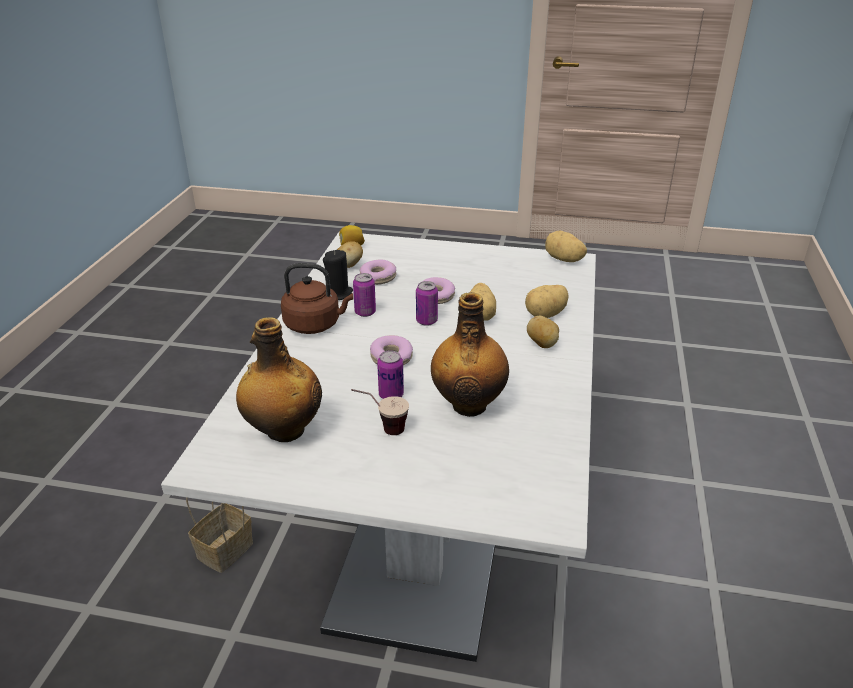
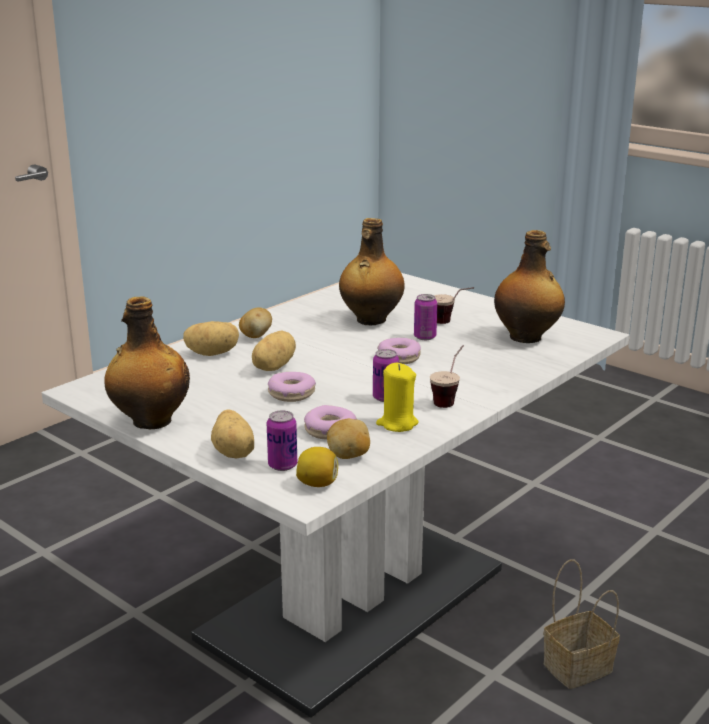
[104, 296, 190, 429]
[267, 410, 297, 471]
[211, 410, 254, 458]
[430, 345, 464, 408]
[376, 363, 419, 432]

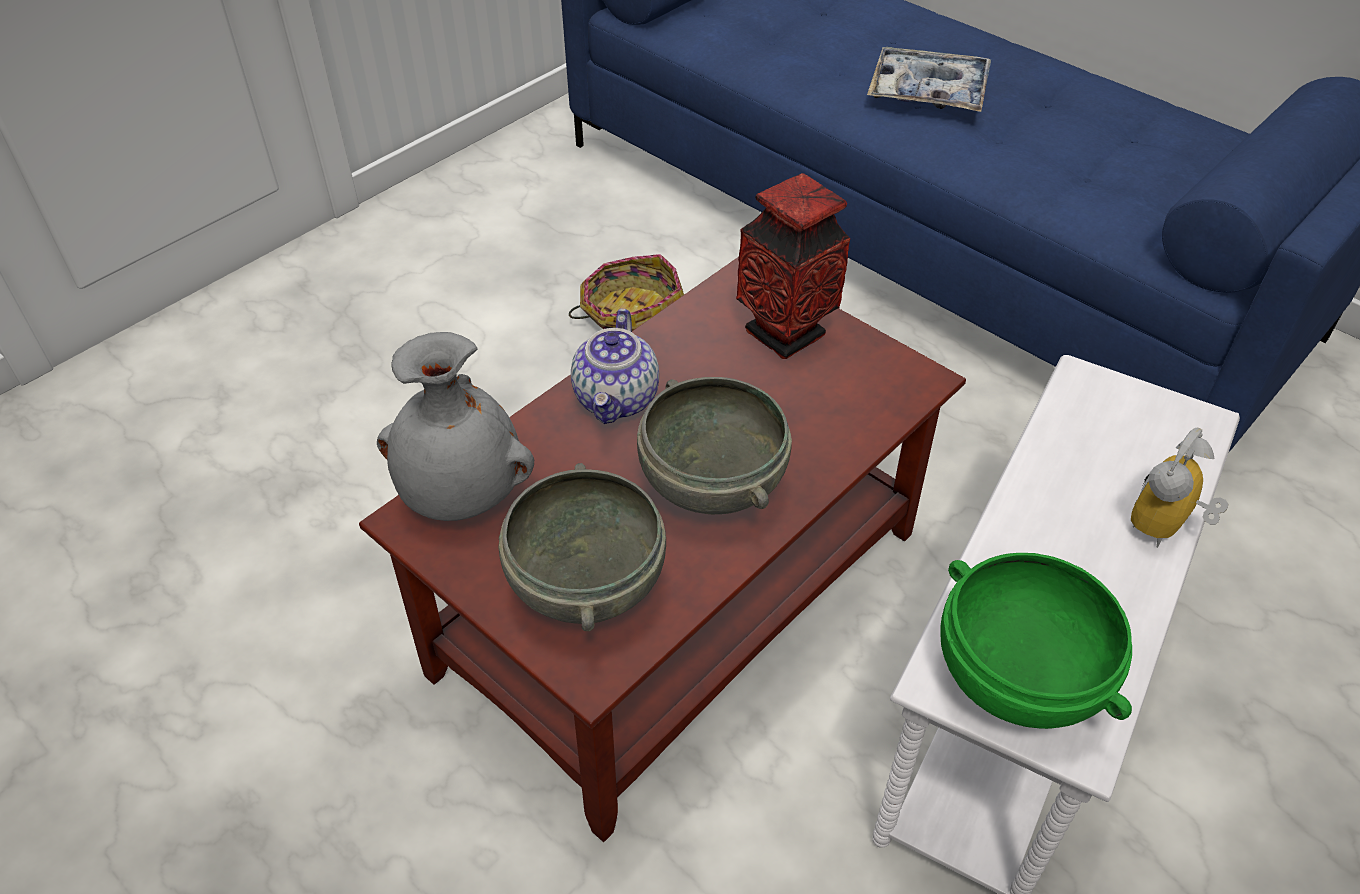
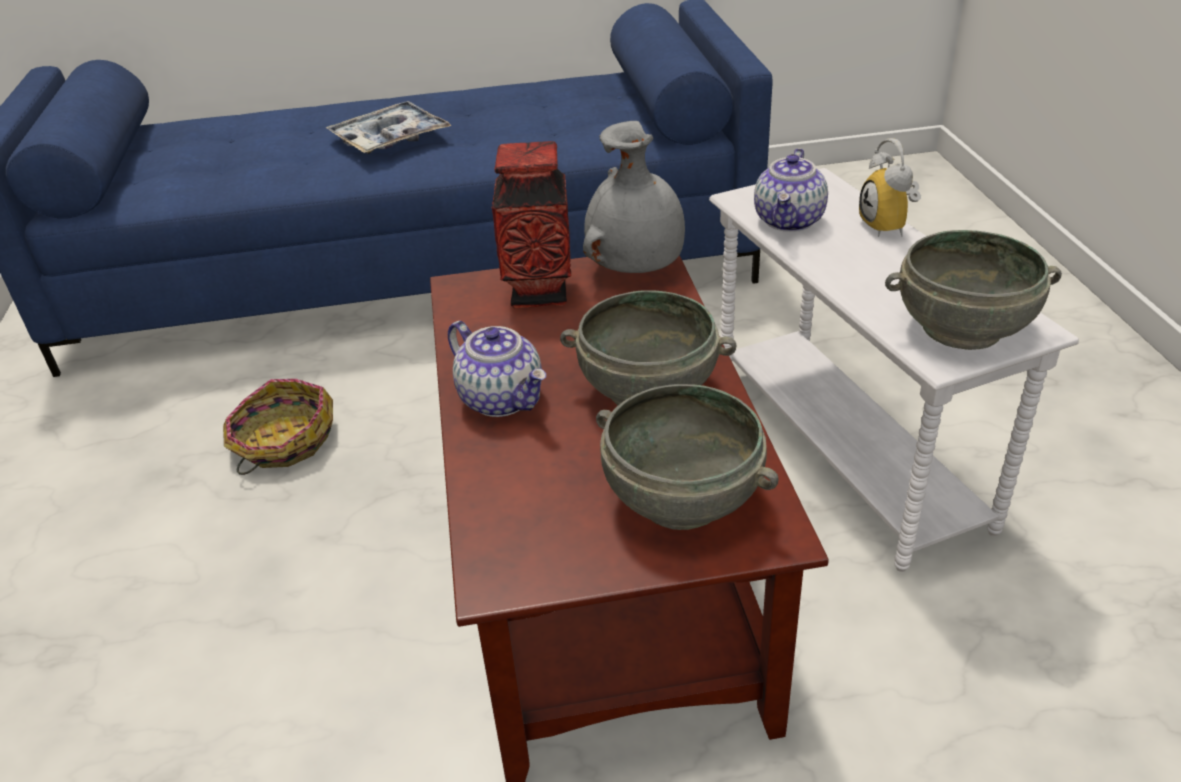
[754, 148, 828, 232]
[583, 121, 685, 273]
[885, 230, 1062, 350]

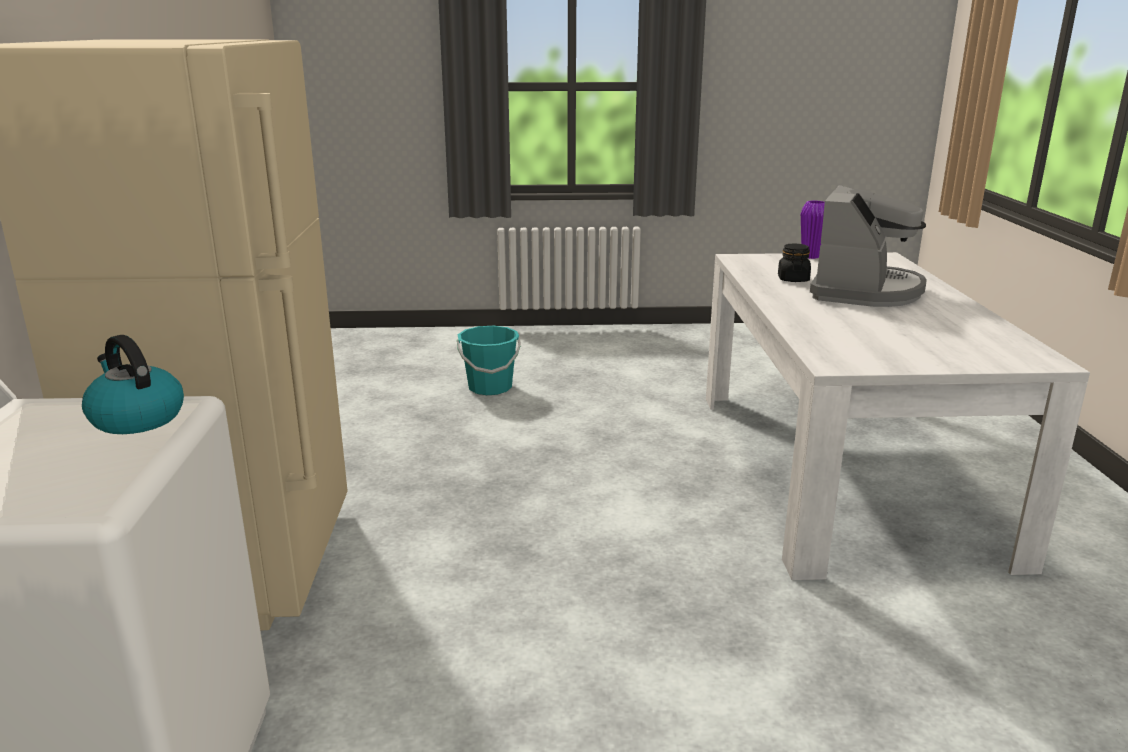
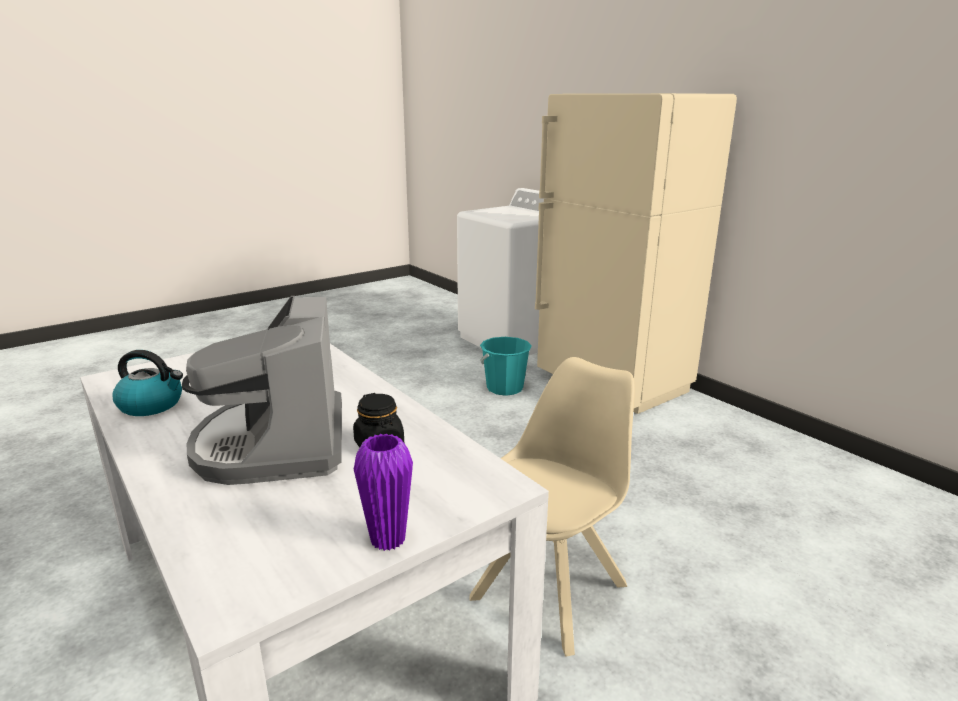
[469, 357, 635, 657]
[112, 350, 183, 416]
[480, 337, 532, 396]

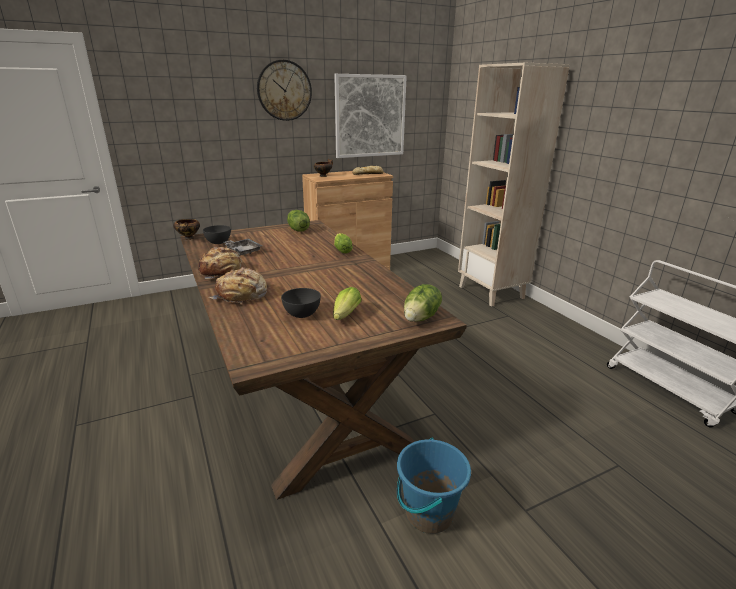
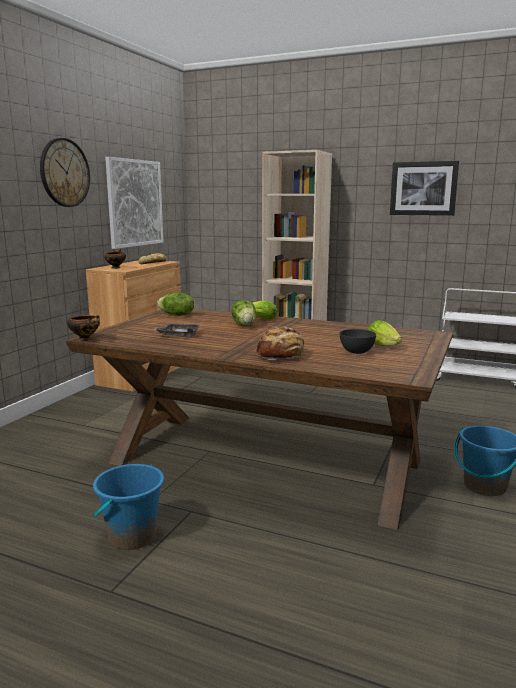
[198, 247, 242, 279] (first image)
[203, 225, 231, 244] (first image)
[93, 464, 164, 550]
[390, 161, 459, 216]
[232, 300, 256, 326]

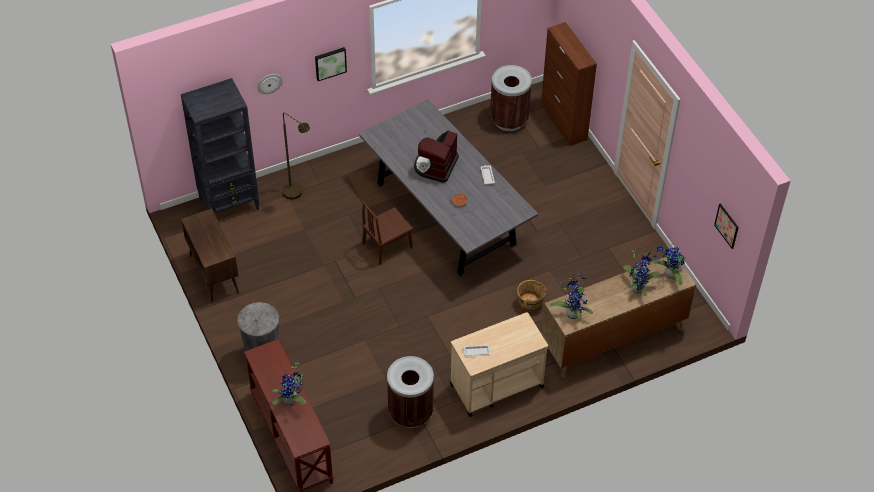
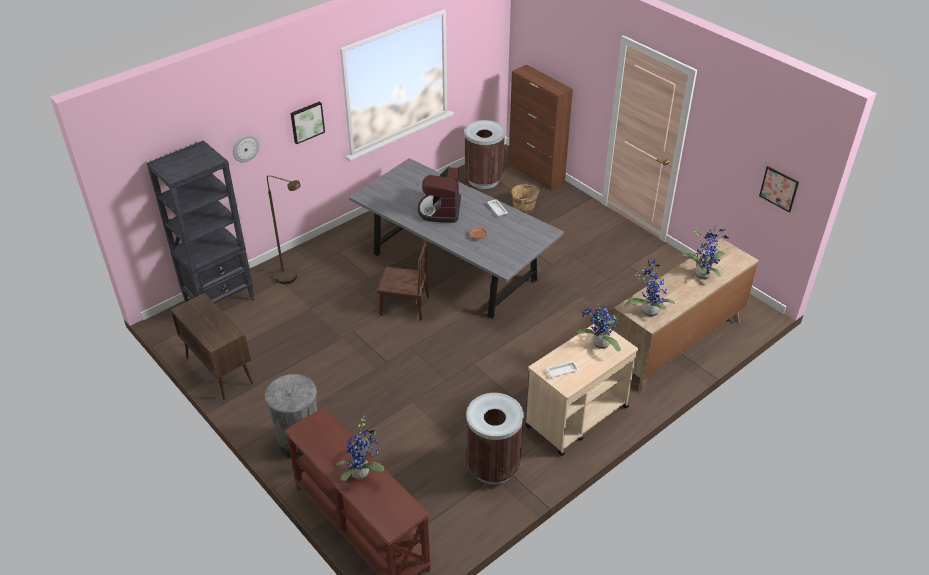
[511, 183, 539, 214]
[577, 304, 621, 352]
[377, 243, 429, 321]

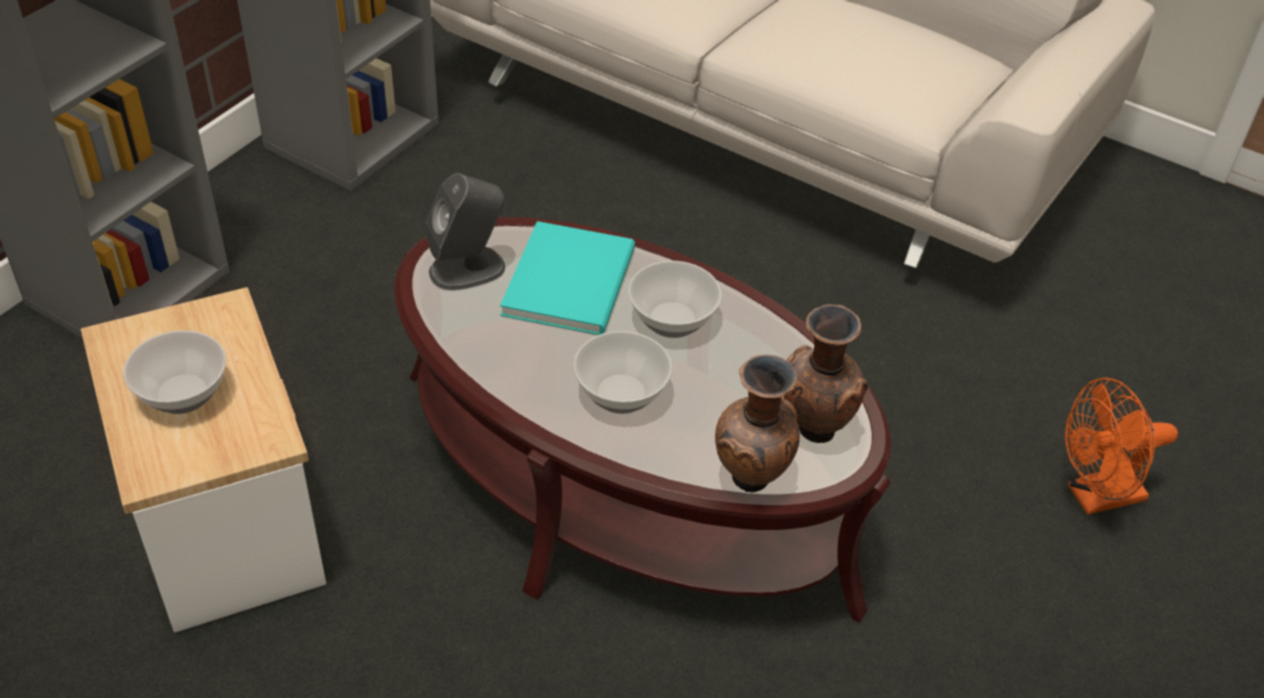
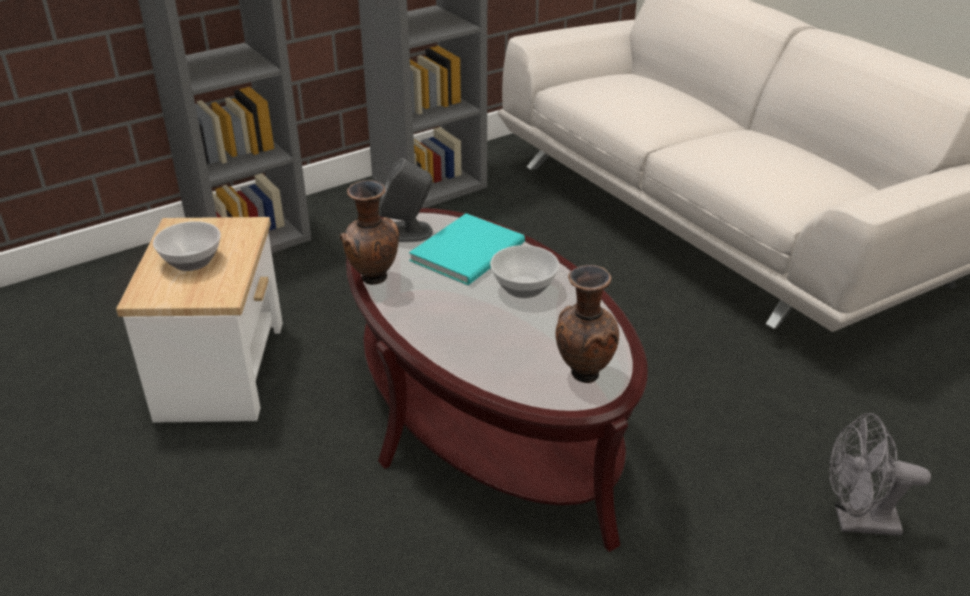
[573, 331, 672, 414] (first image)
[340, 180, 399, 285]
[830, 413, 931, 536]

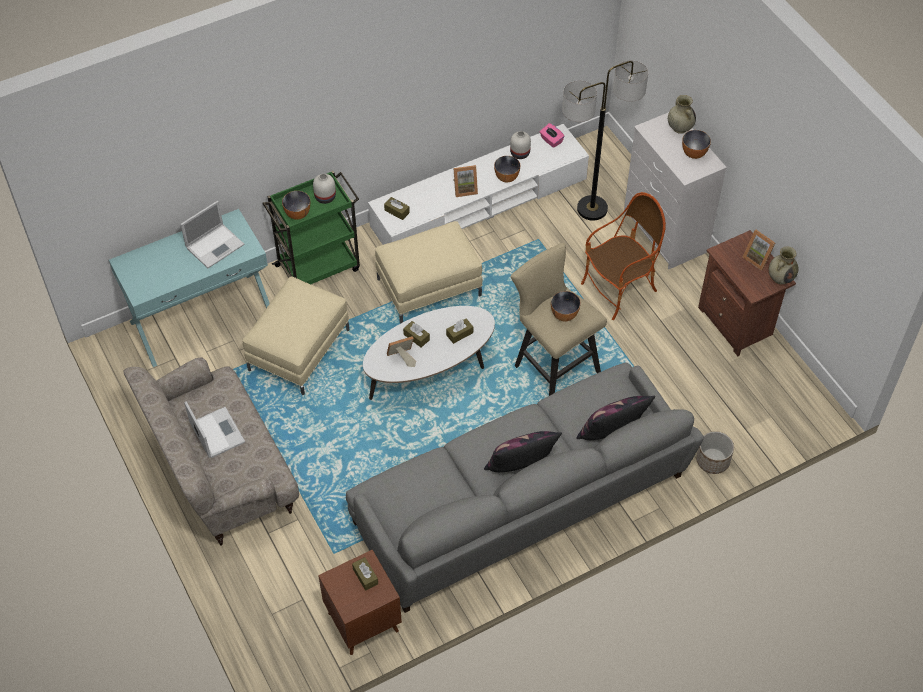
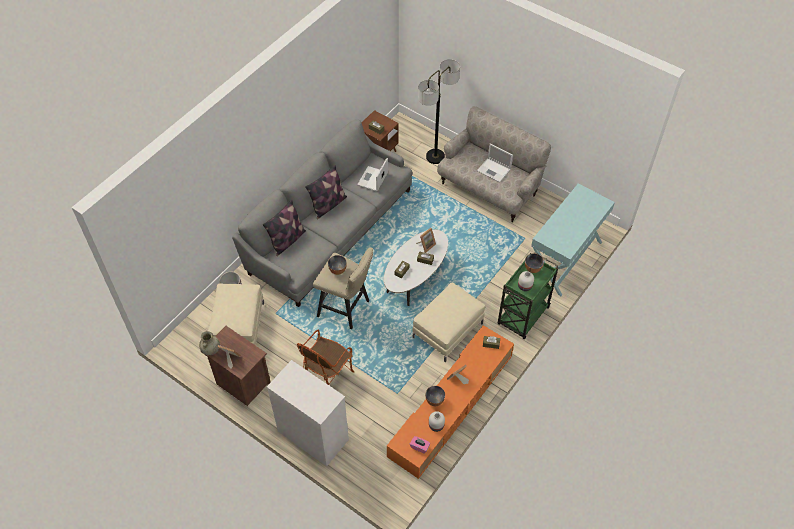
[668, 95, 696, 134] (first image)
[682, 130, 711, 159] (first image)
[357, 158, 388, 191]
[208, 283, 264, 346]
[418, 60, 460, 164]
[387, 326, 514, 479]

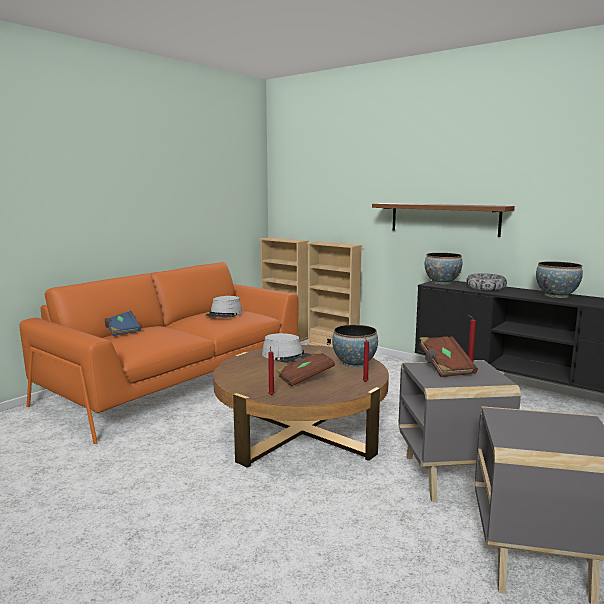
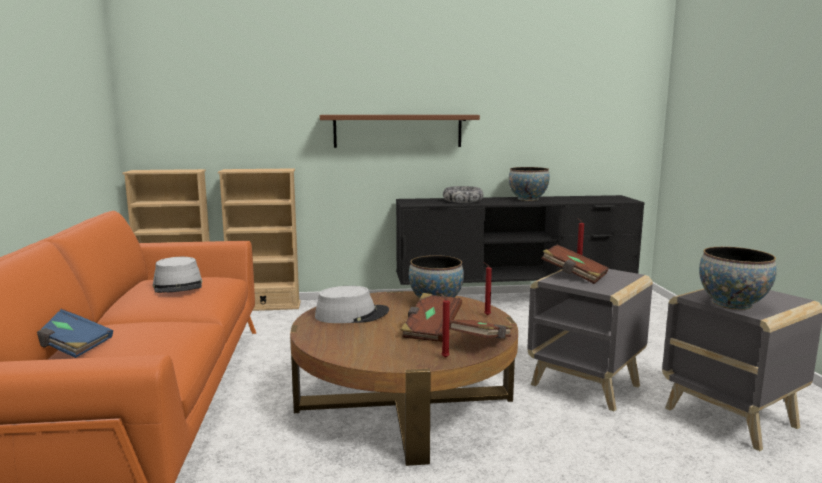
[449, 320, 513, 339]
[699, 247, 777, 310]

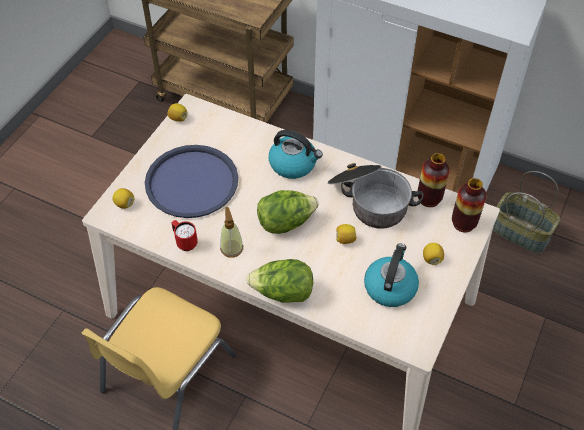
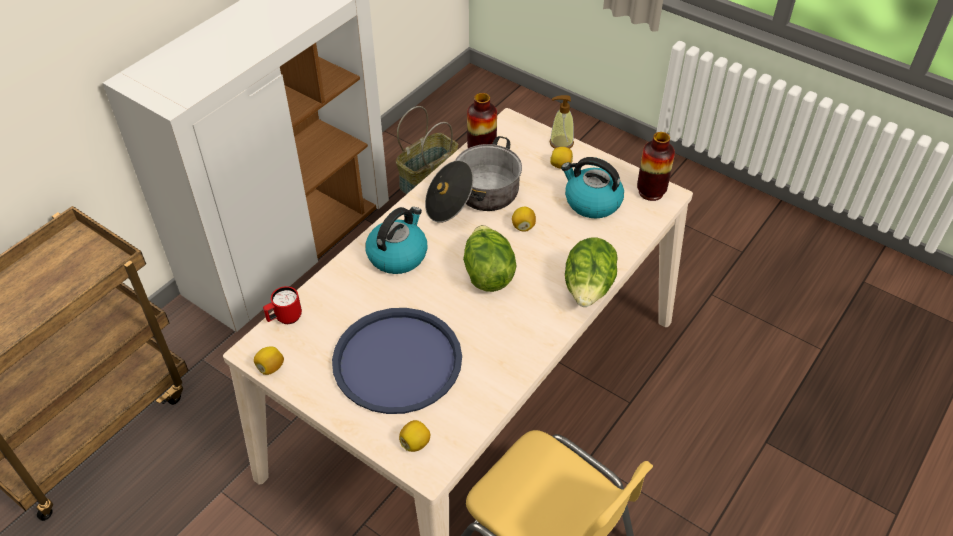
[263, 286, 302, 324]
[550, 95, 574, 149]
[637, 132, 675, 201]

